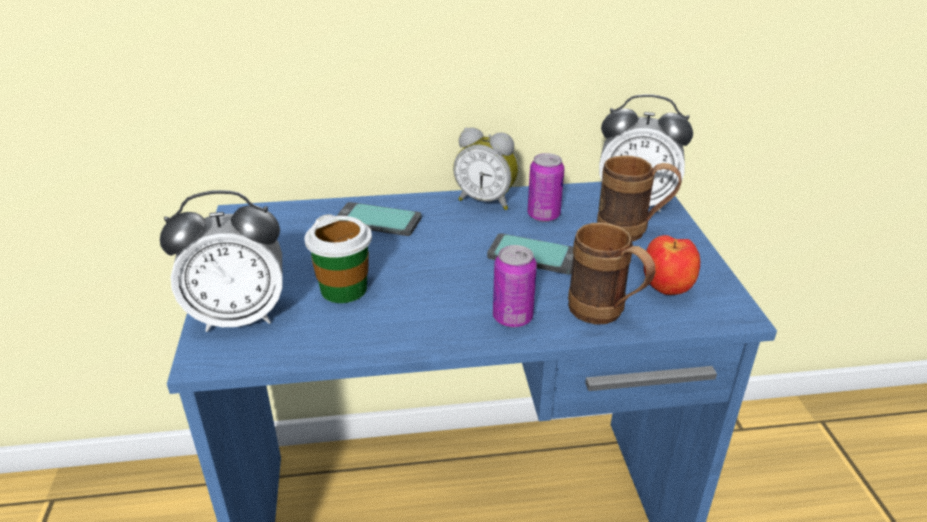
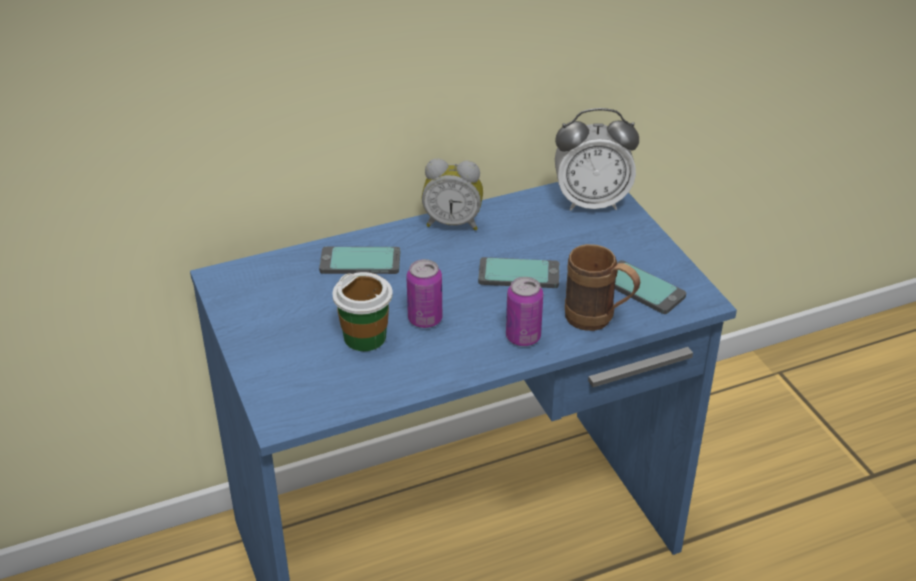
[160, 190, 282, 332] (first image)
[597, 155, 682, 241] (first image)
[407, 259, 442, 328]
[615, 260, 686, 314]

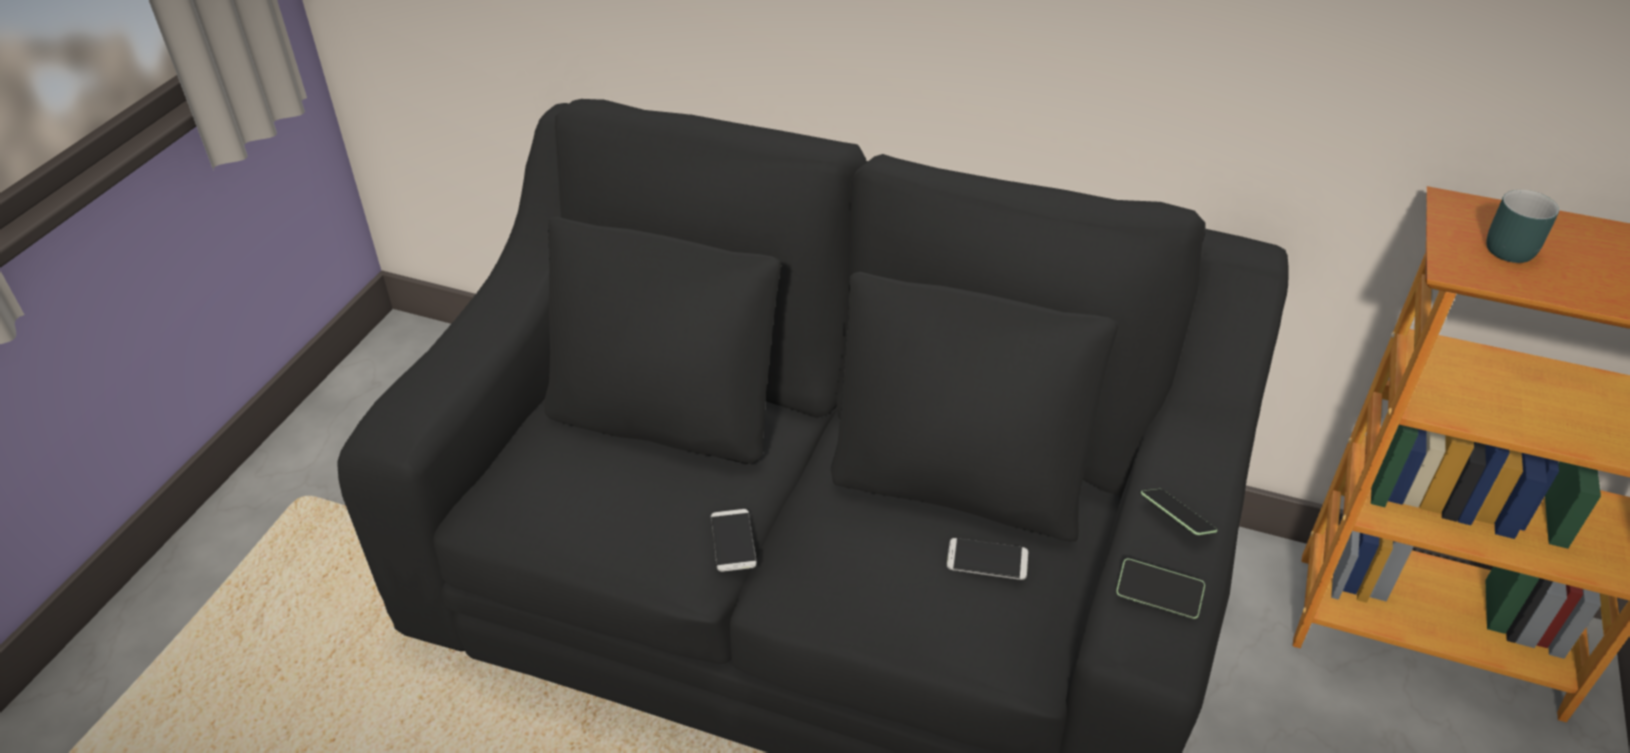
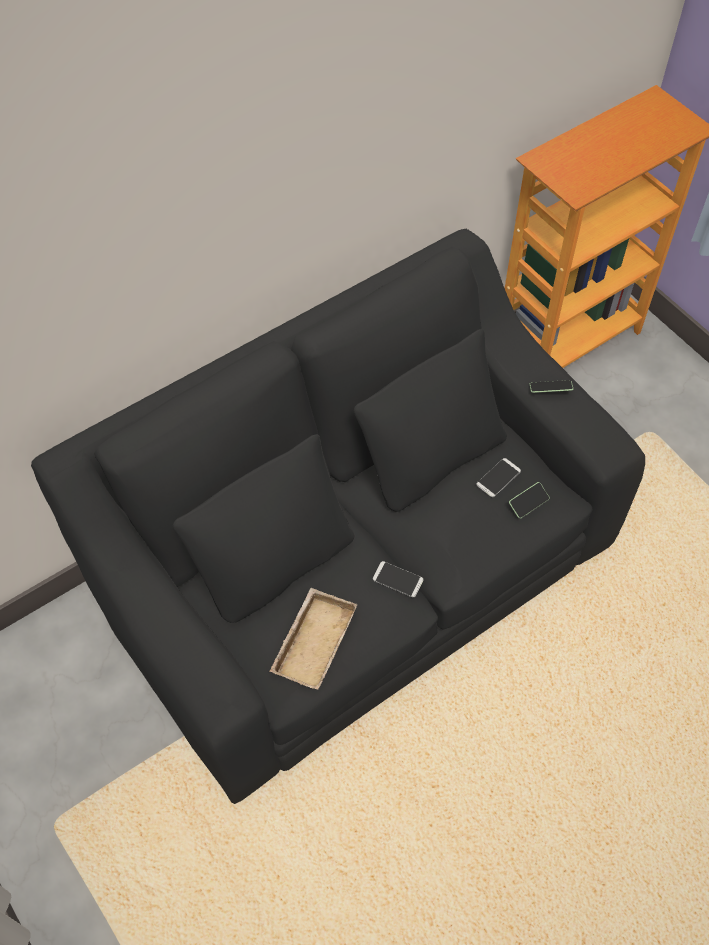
[1486, 190, 1559, 263] (first image)
[270, 588, 357, 690]
[509, 482, 549, 519]

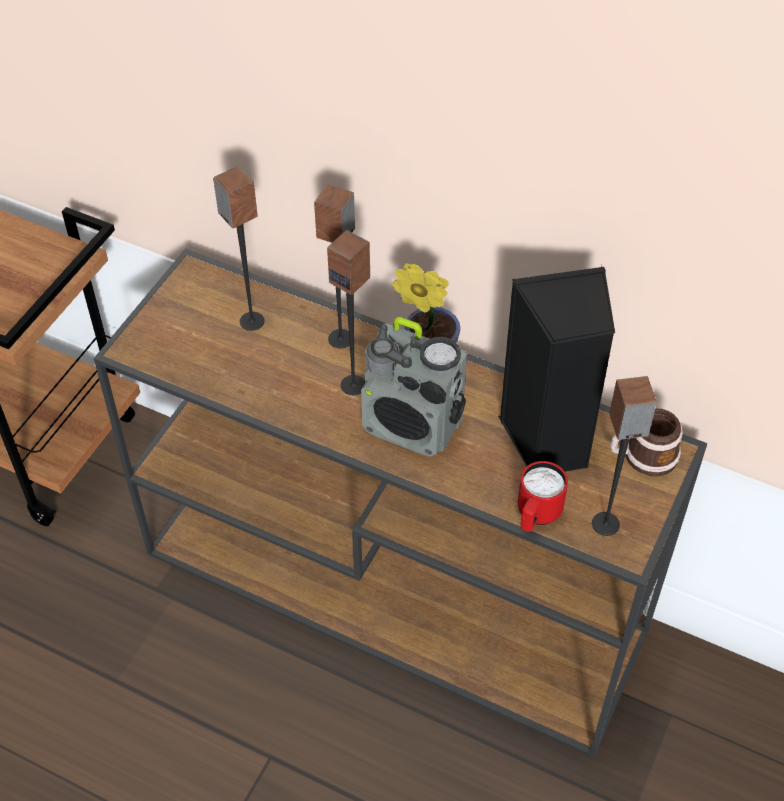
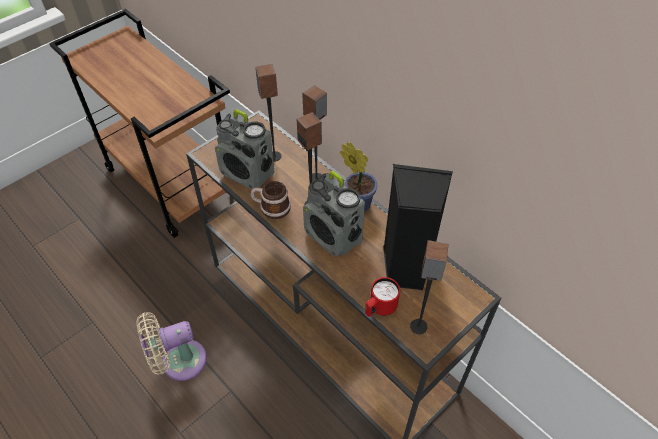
[136, 312, 207, 381]
[215, 109, 275, 189]
[251, 181, 291, 219]

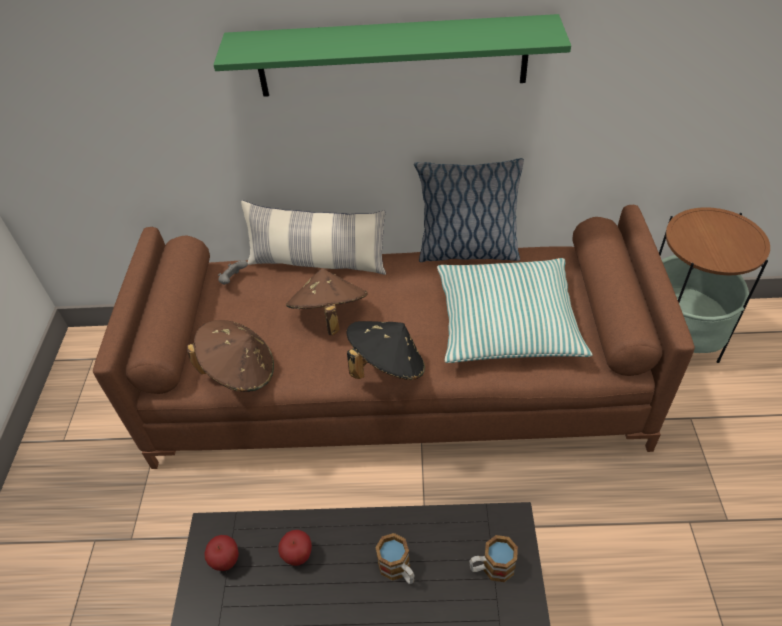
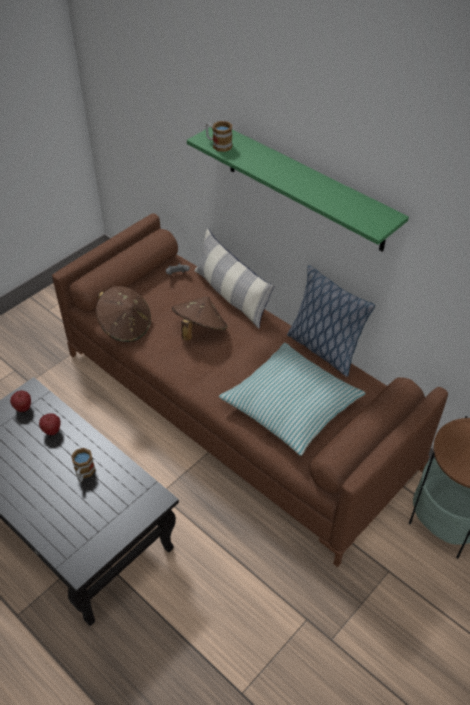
[346, 321, 425, 380] (first image)
[206, 121, 232, 152]

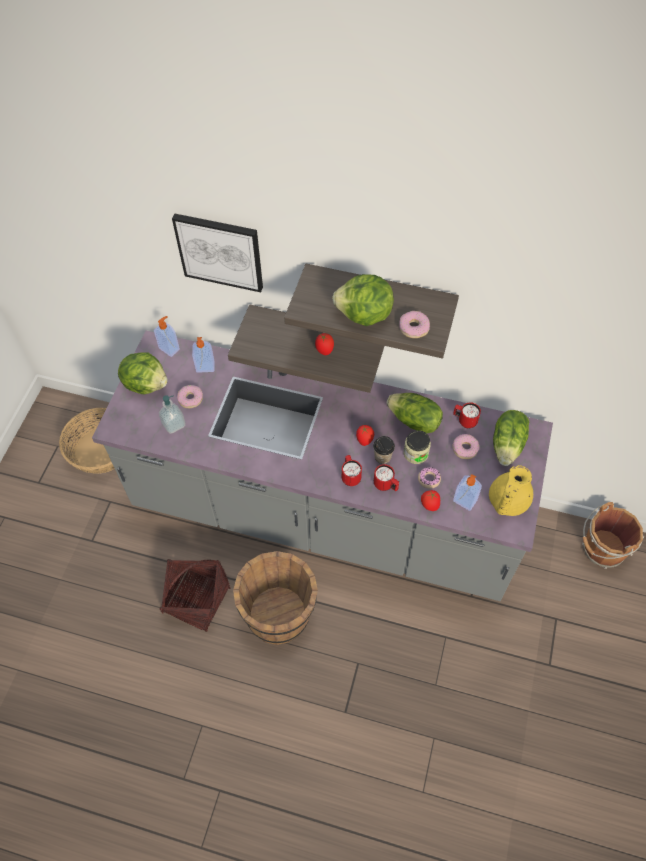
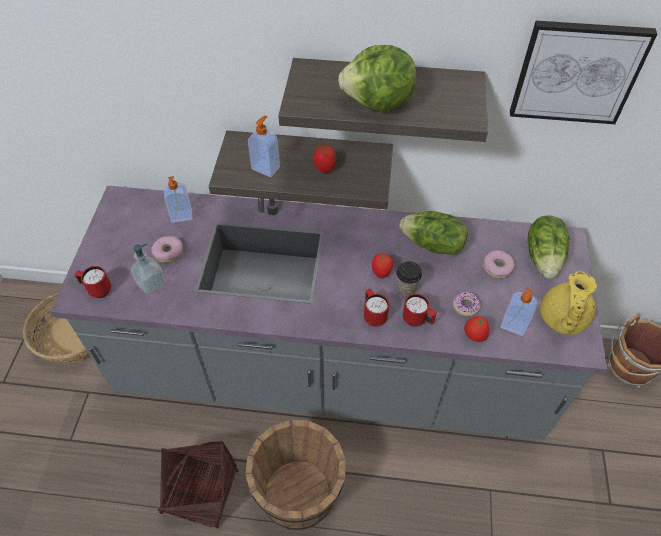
[118, 352, 168, 394] (first image)
[399, 311, 430, 338] (first image)
[404, 430, 431, 464] (first image)
[248, 116, 280, 177]
[510, 21, 657, 124]
[75, 266, 111, 298]

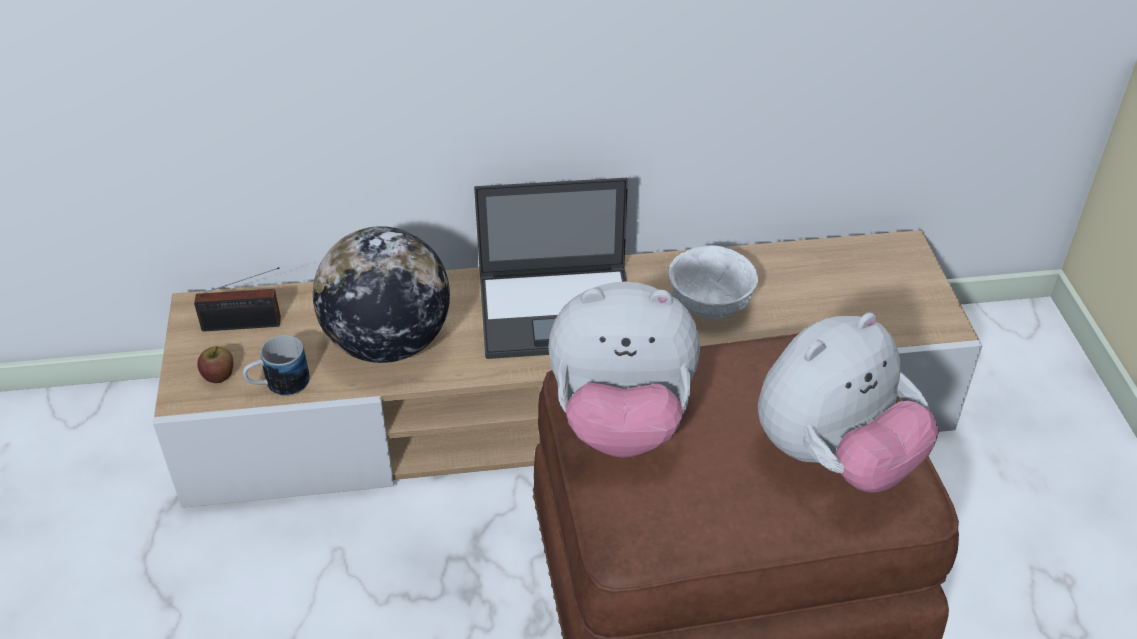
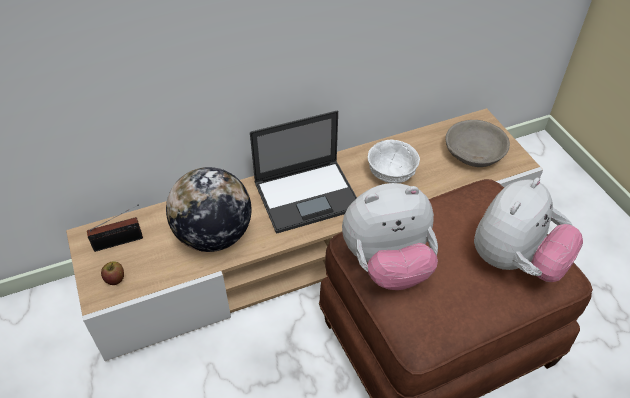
[243, 335, 310, 396] (first image)
[445, 120, 510, 167]

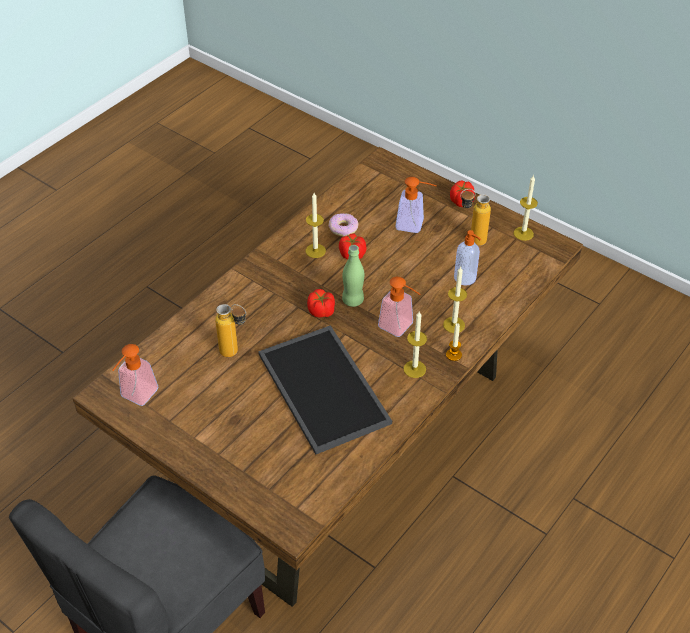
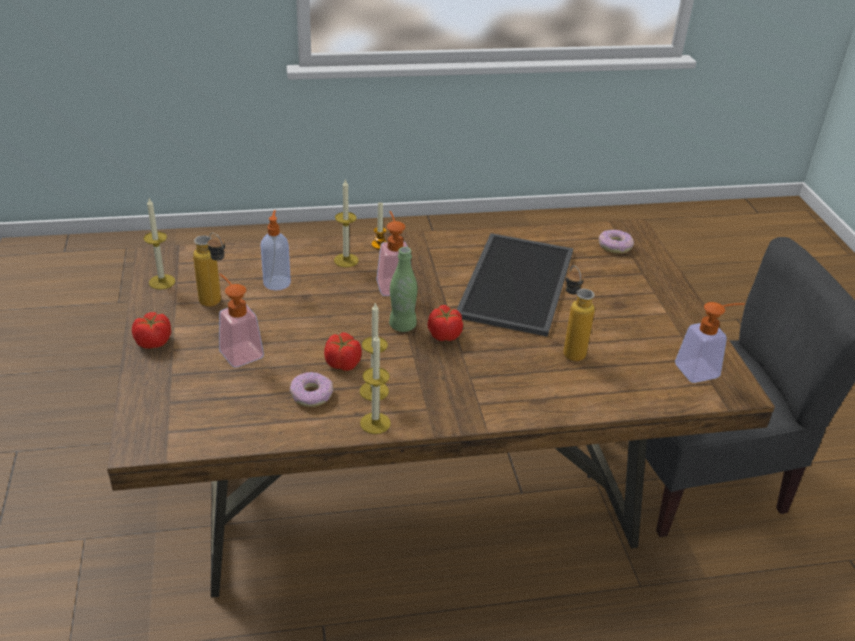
[599, 229, 634, 253]
[360, 333, 391, 434]

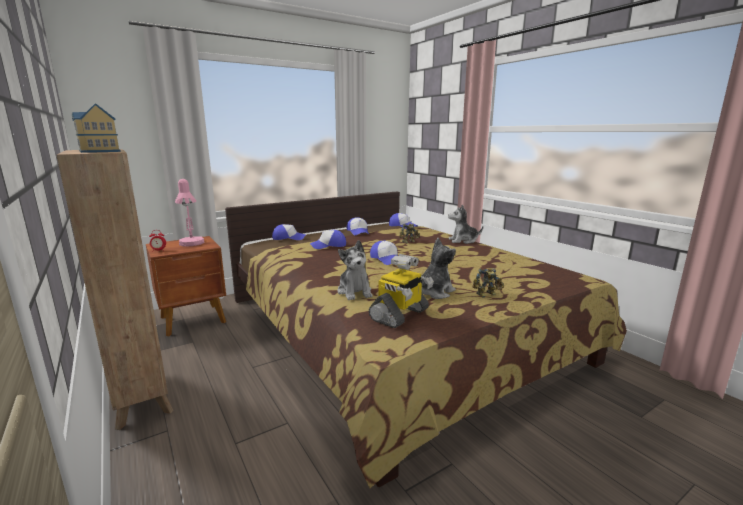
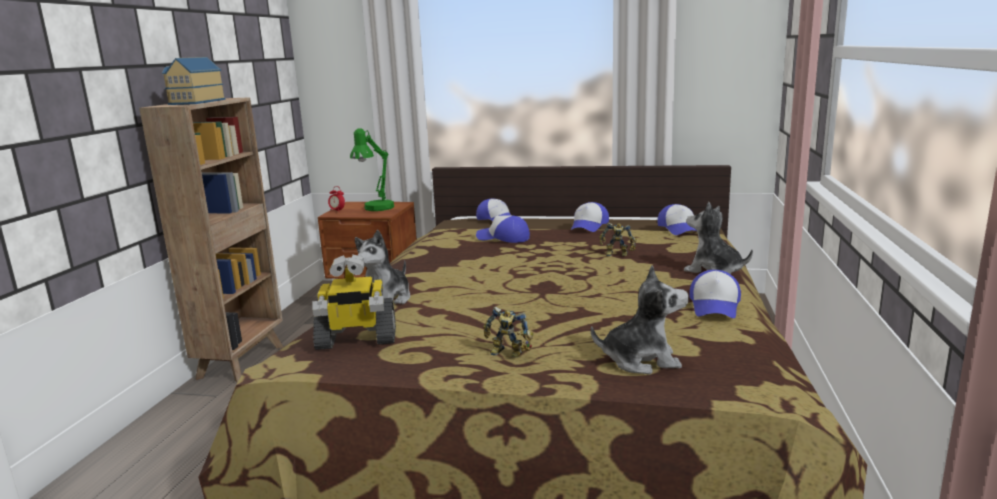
[689, 270, 741, 318]
[591, 265, 689, 374]
[350, 128, 394, 211]

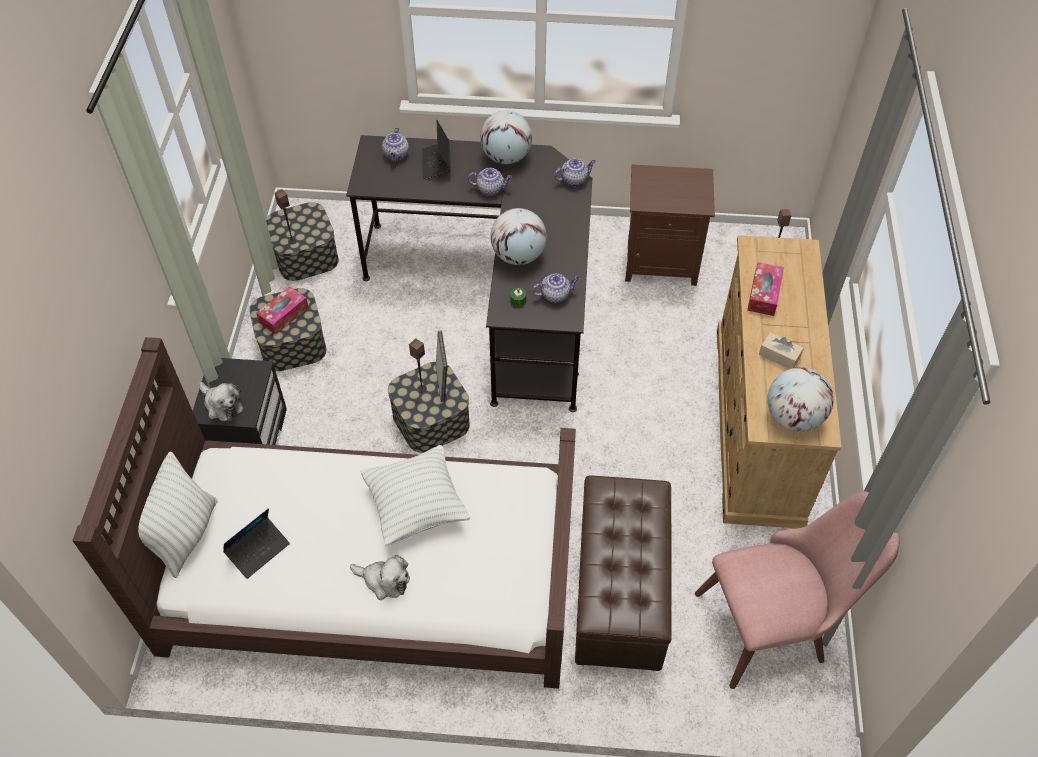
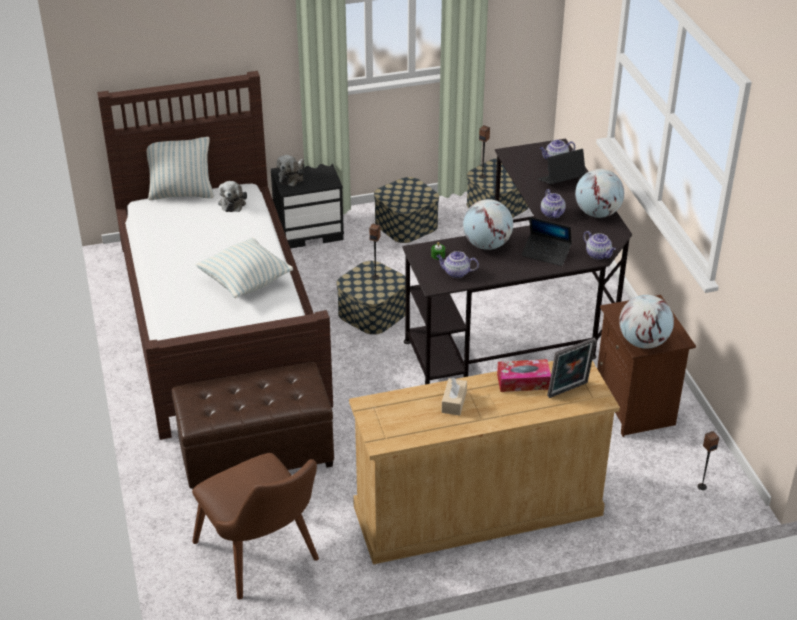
[256, 286, 309, 335] (first image)
[521, 217, 572, 266]
[218, 181, 247, 212]
[547, 338, 597, 398]
[619, 295, 674, 349]
[192, 453, 319, 600]
[436, 251, 479, 278]

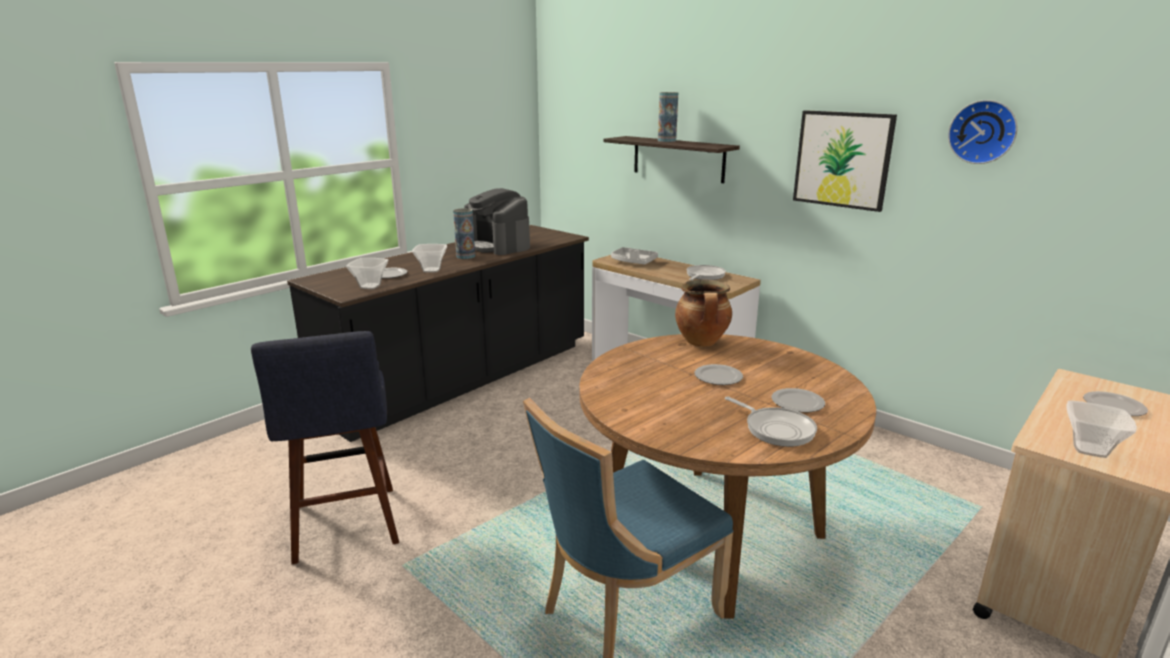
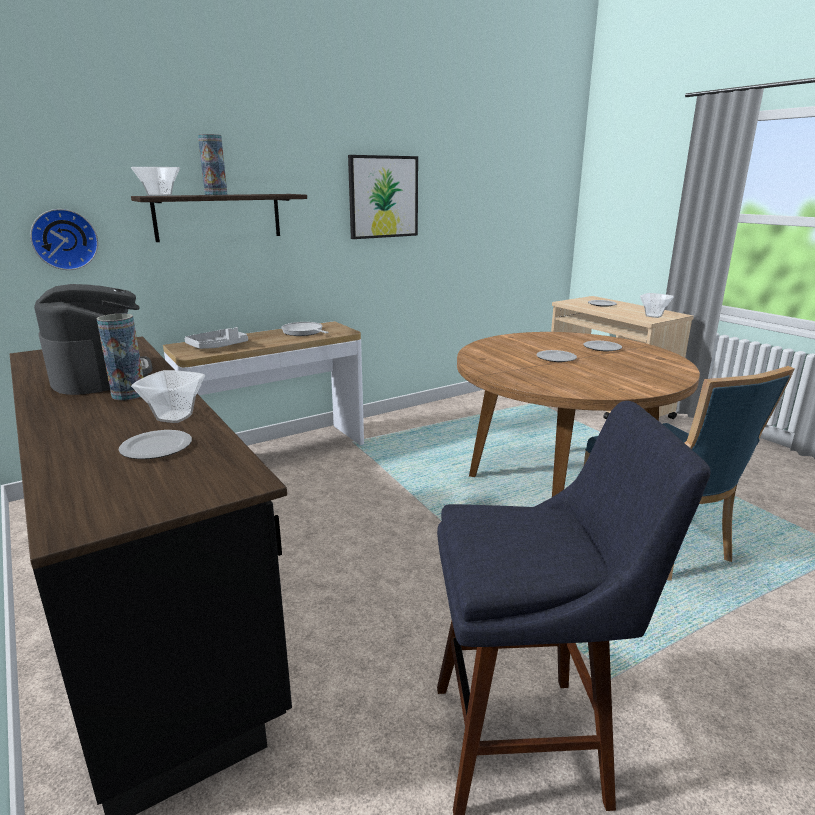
[675, 280, 732, 347] (first image)
[725, 396, 817, 447] (first image)
[131, 167, 180, 196]
[30, 209, 98, 270]
[34, 284, 152, 395]

